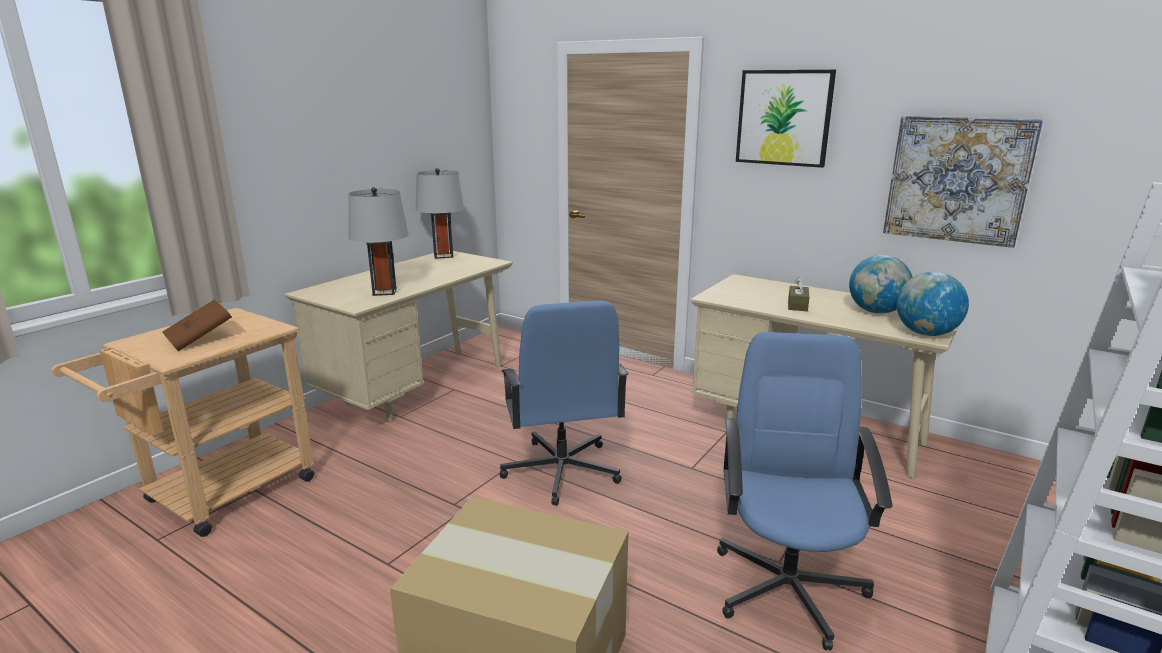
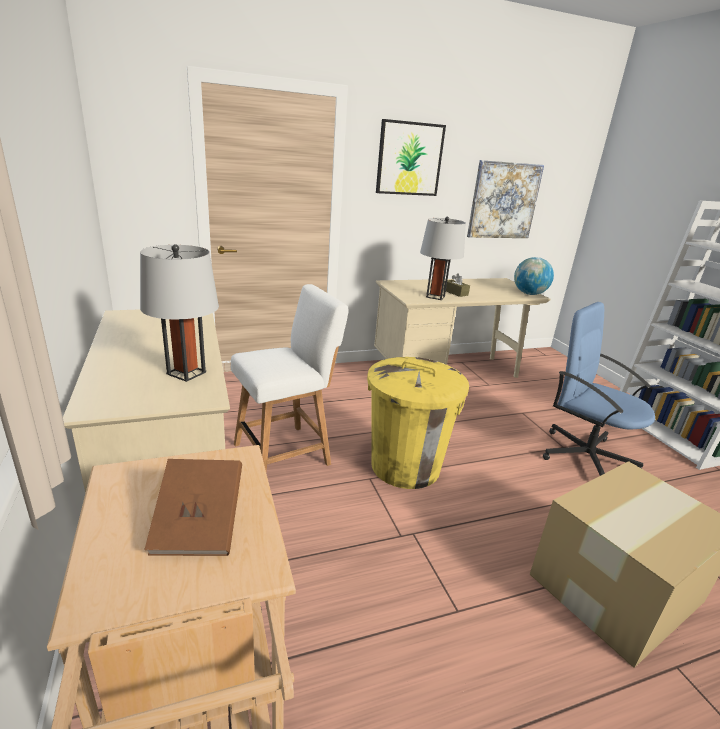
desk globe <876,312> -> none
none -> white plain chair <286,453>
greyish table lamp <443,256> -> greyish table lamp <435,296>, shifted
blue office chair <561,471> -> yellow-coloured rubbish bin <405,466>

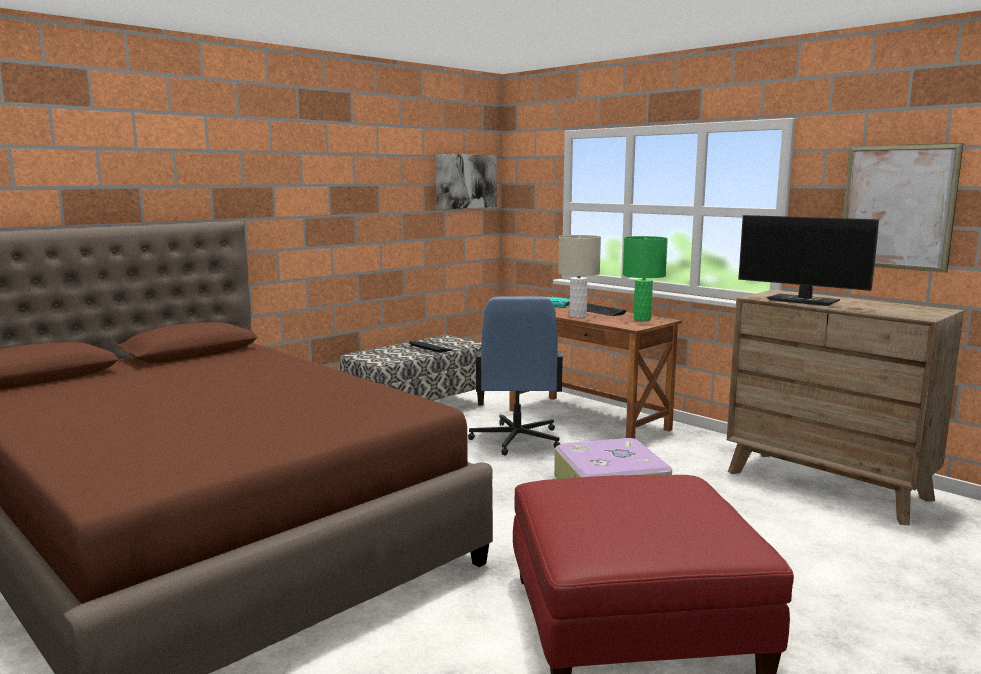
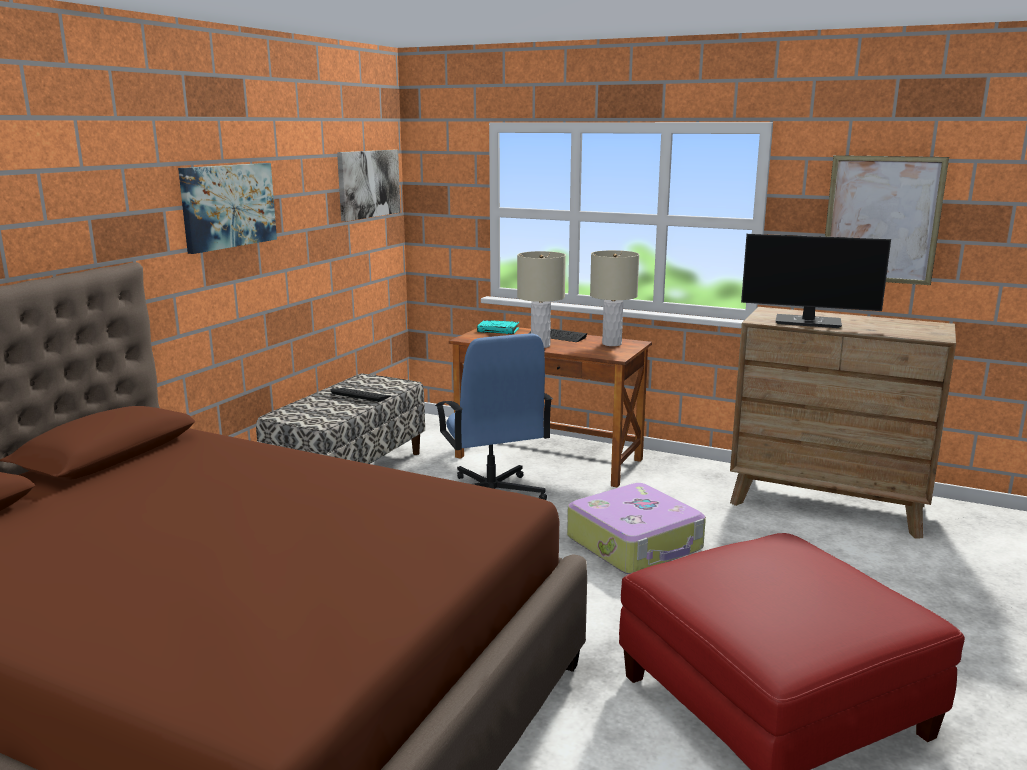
none -> wall art <228,206>
green-coloured table lamp <641,319> -> beige table lamp <611,344>

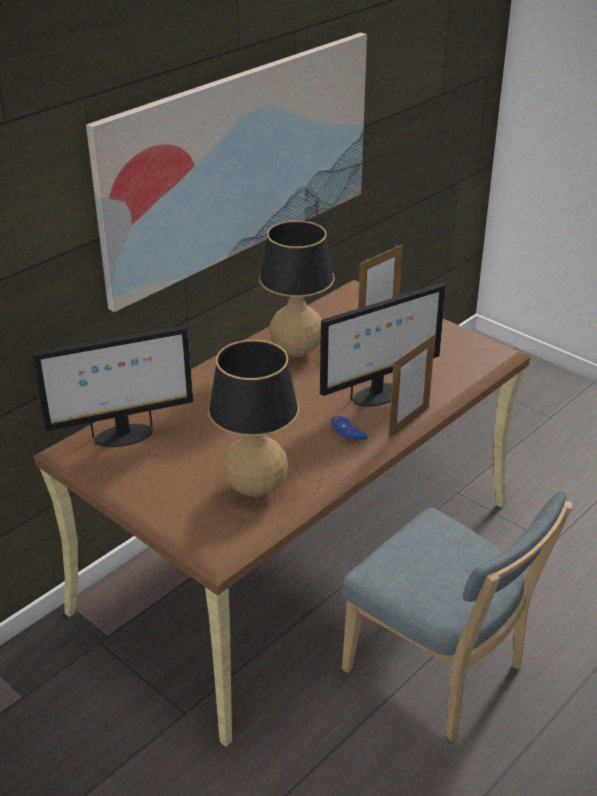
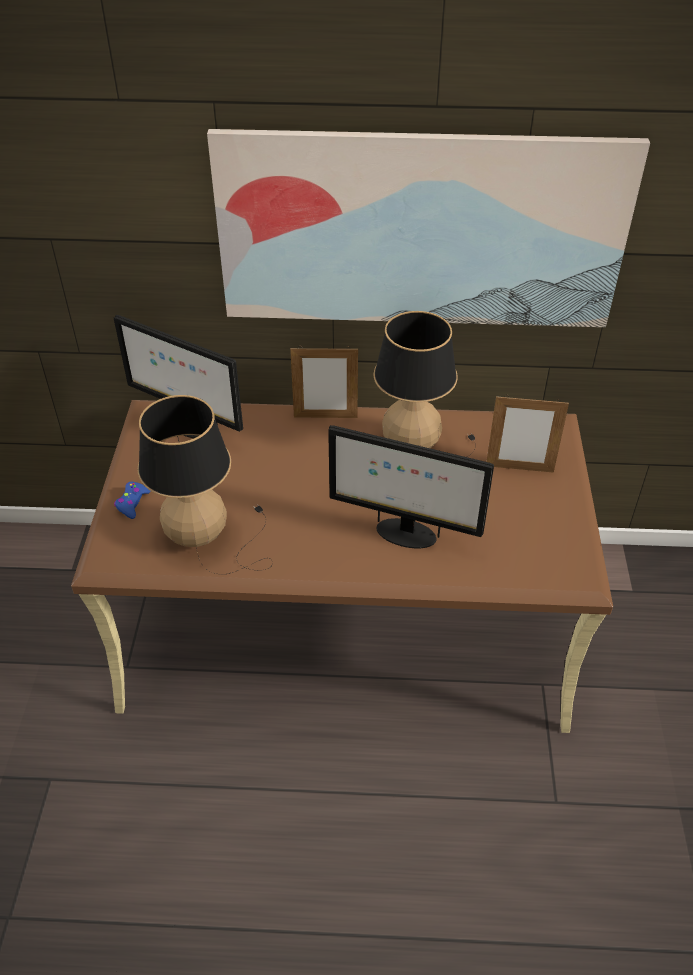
blue plain chair <440,673> -> none
blue joypad <347,432> -> blue joypad <132,503>, shifted
picture frame <409,422> -> picture frame <325,417>, shifted

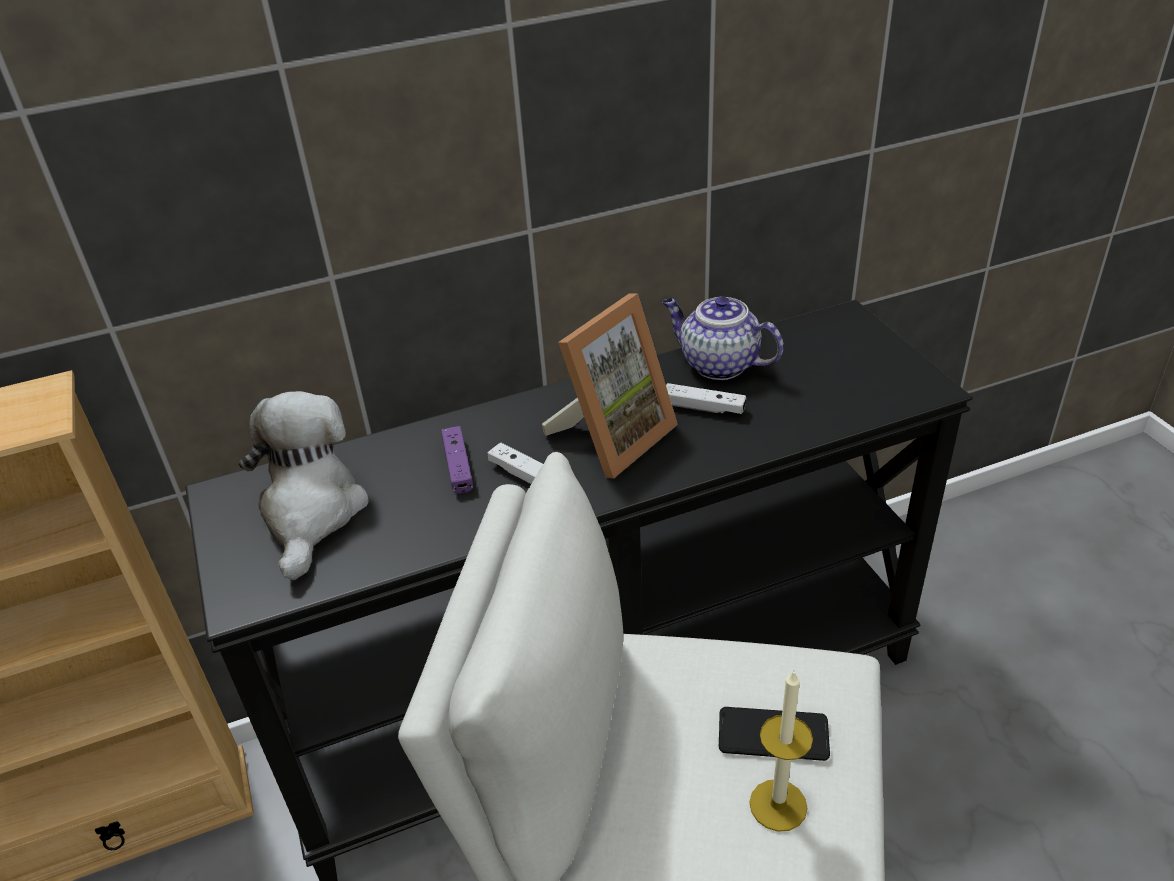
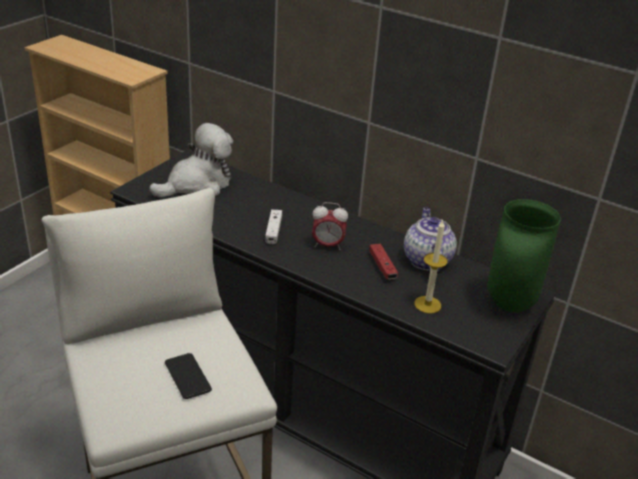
purple-coloured joypad <458,466> -> none
none -> green-coloured decorative vase <508,303>
candle <778,805> -> candle <427,304>, shifted
picture frame <612,437> -> table clock <327,245>
white joypad <703,408> -> red-coloured joypad <382,267>

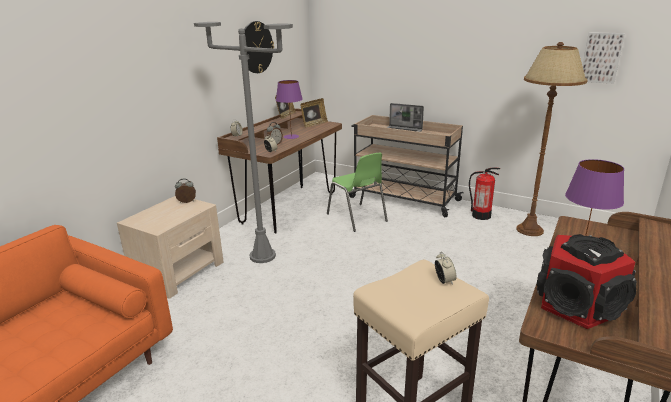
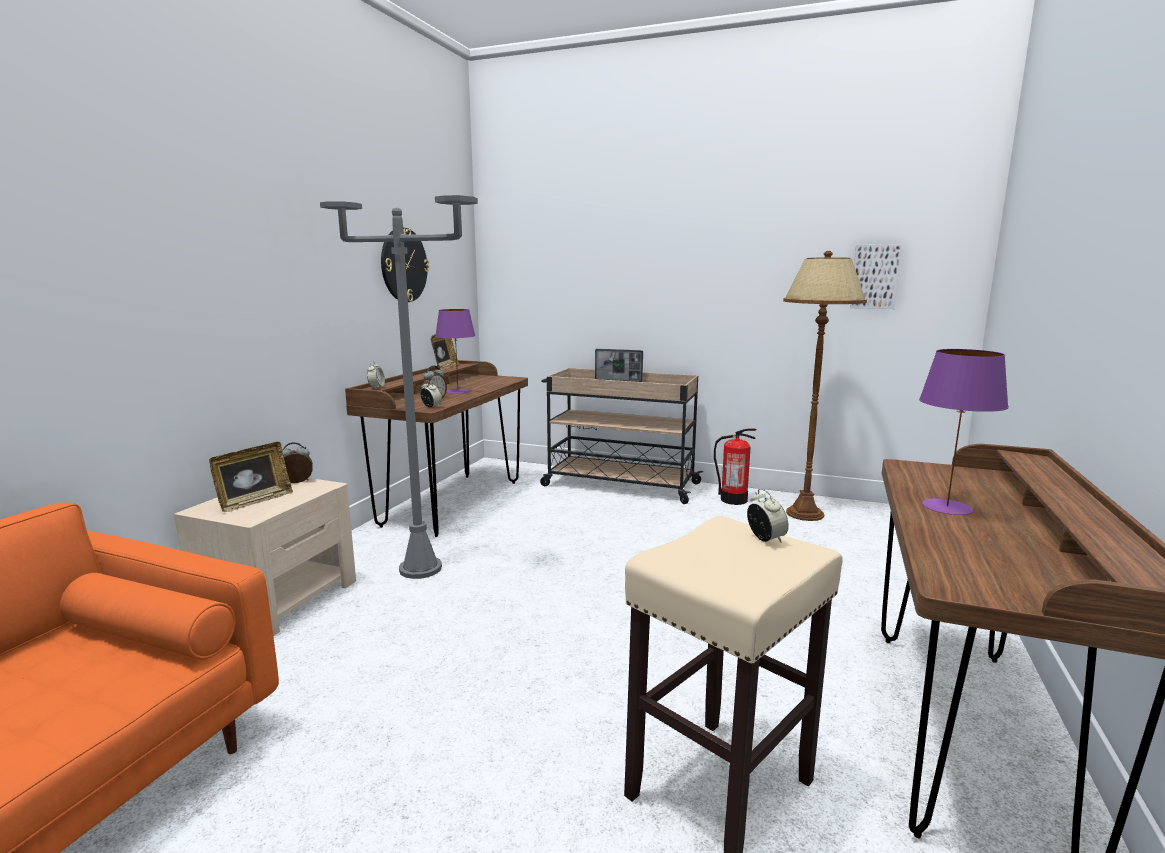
green-coloured plain chair <357,218> -> none
audio speaker <576,305> -> none
picture frame <314,124> -> picture frame <254,501>, shifted

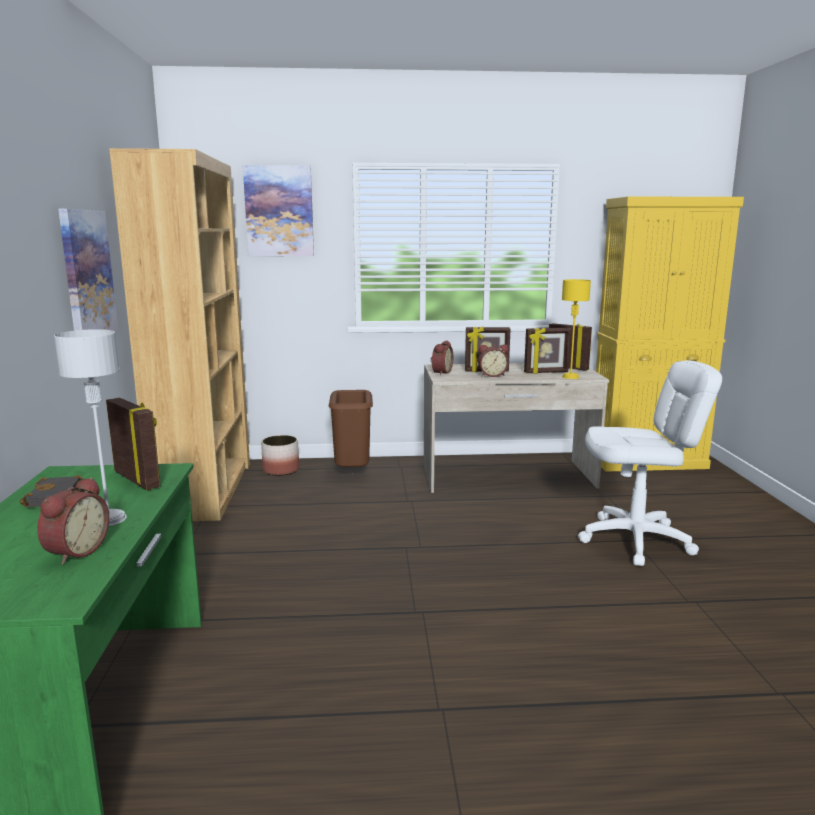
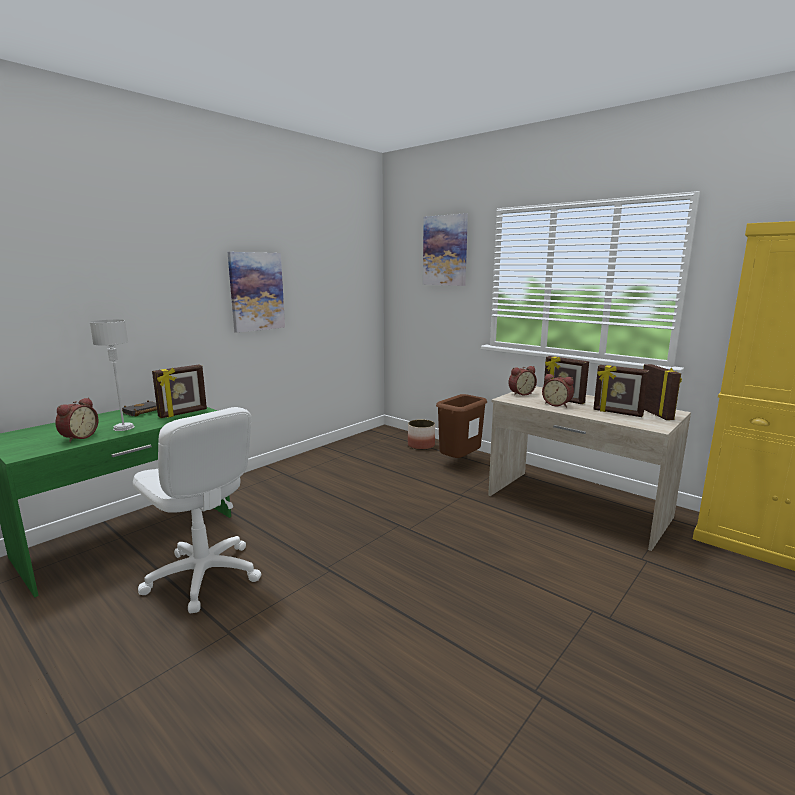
brown shelving unit <205,490> -> none
yellow-coloured table lamp <570,377> -> none
white office chair <636,540> -> white office chair <203,576>, shifted
table clock <75,552> -> table clock <78,437>, 45 degrees counterclockwise
picture frame <138,479> -> picture frame <183,413>, 45 degrees clockwise

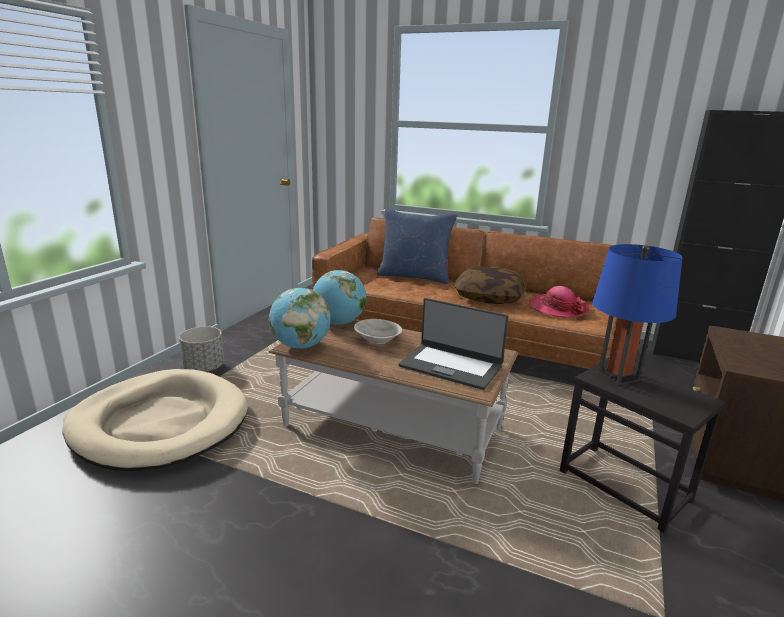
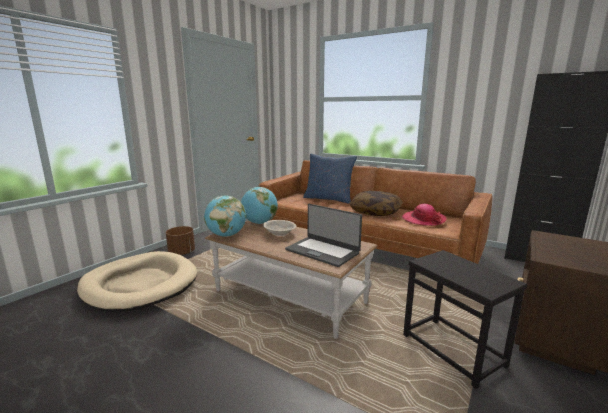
blue table lamp <618,376> -> none
greyish planter <204,368> -> brown planter <182,253>

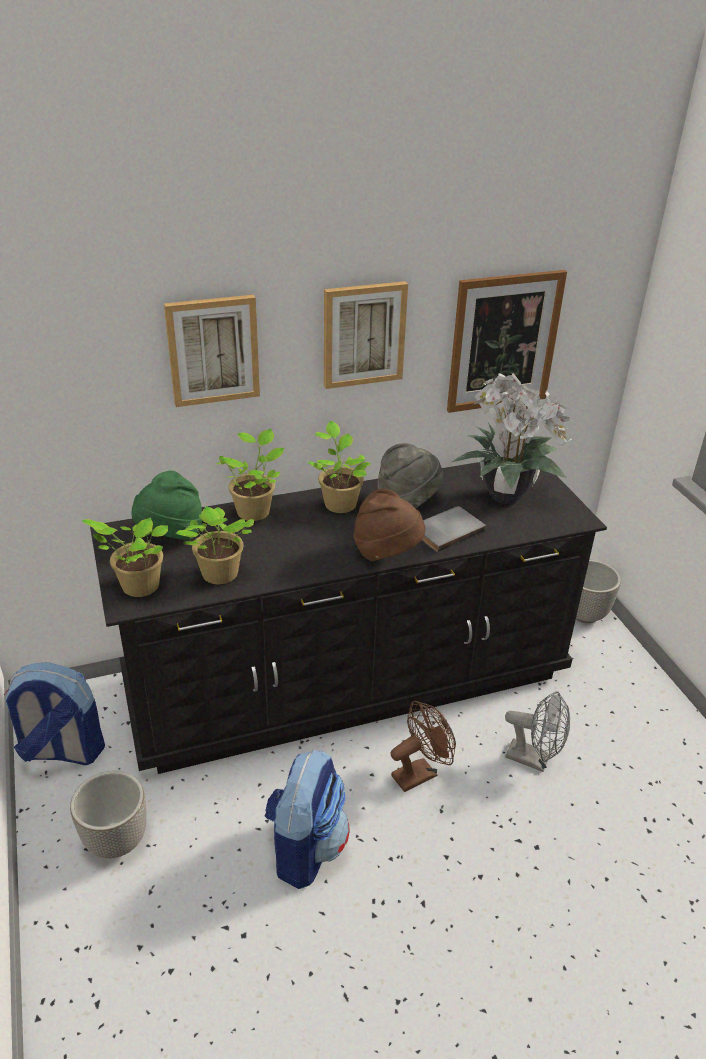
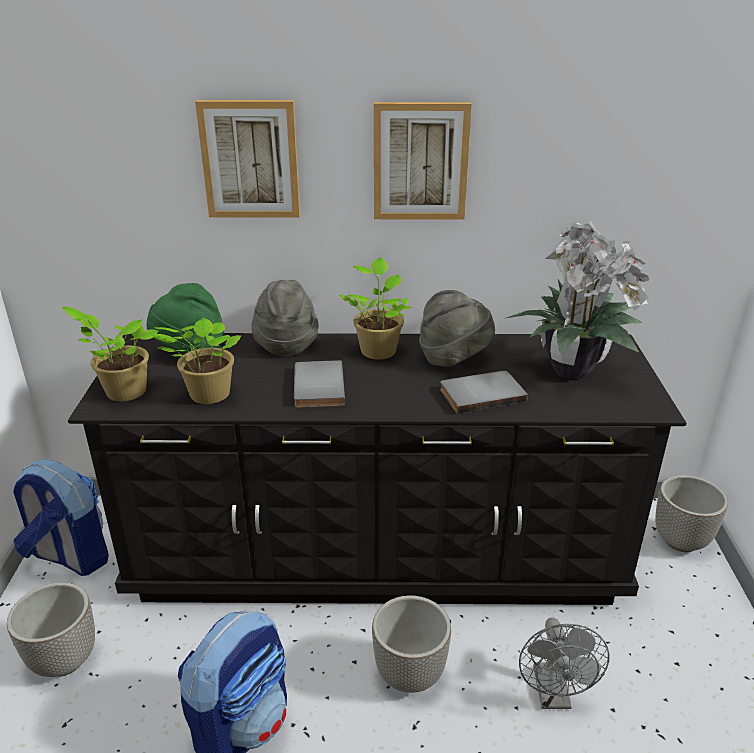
brown hat <387,552> -> none
wall art <504,342> -> none
none -> greyish book <316,387>
plant in a pot <254,511> -> greyish hat <286,343>
brown electric fan <419,773> -> planter <409,674>
greyish electric fan <534,759> -> greyish electric fan <554,696>, 45 degrees clockwise

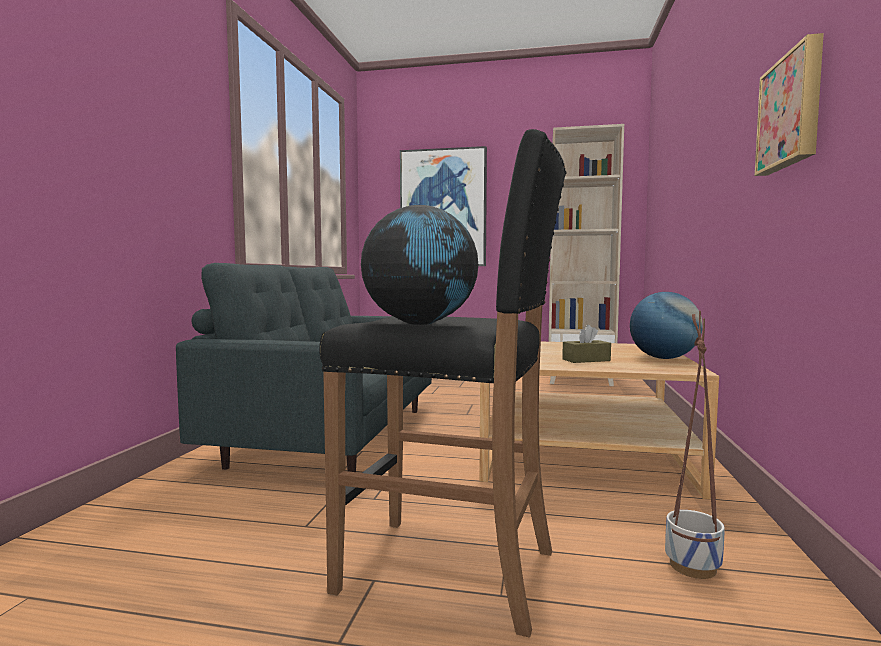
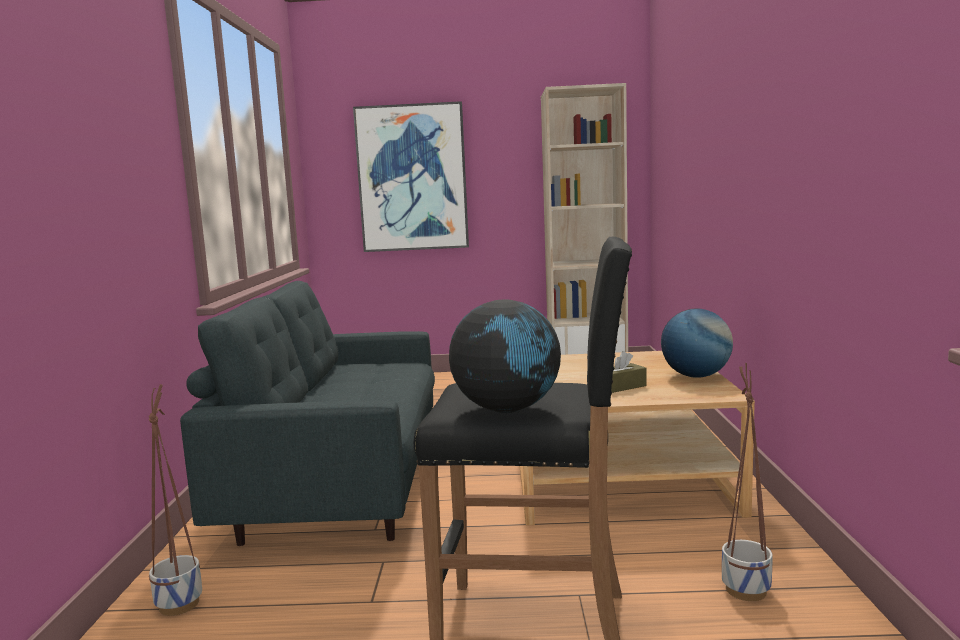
wall art <792,112> -> none
none -> planter <178,604>

